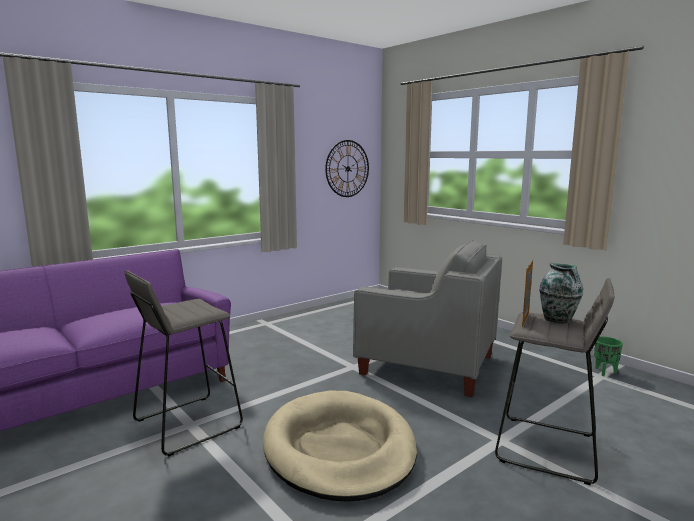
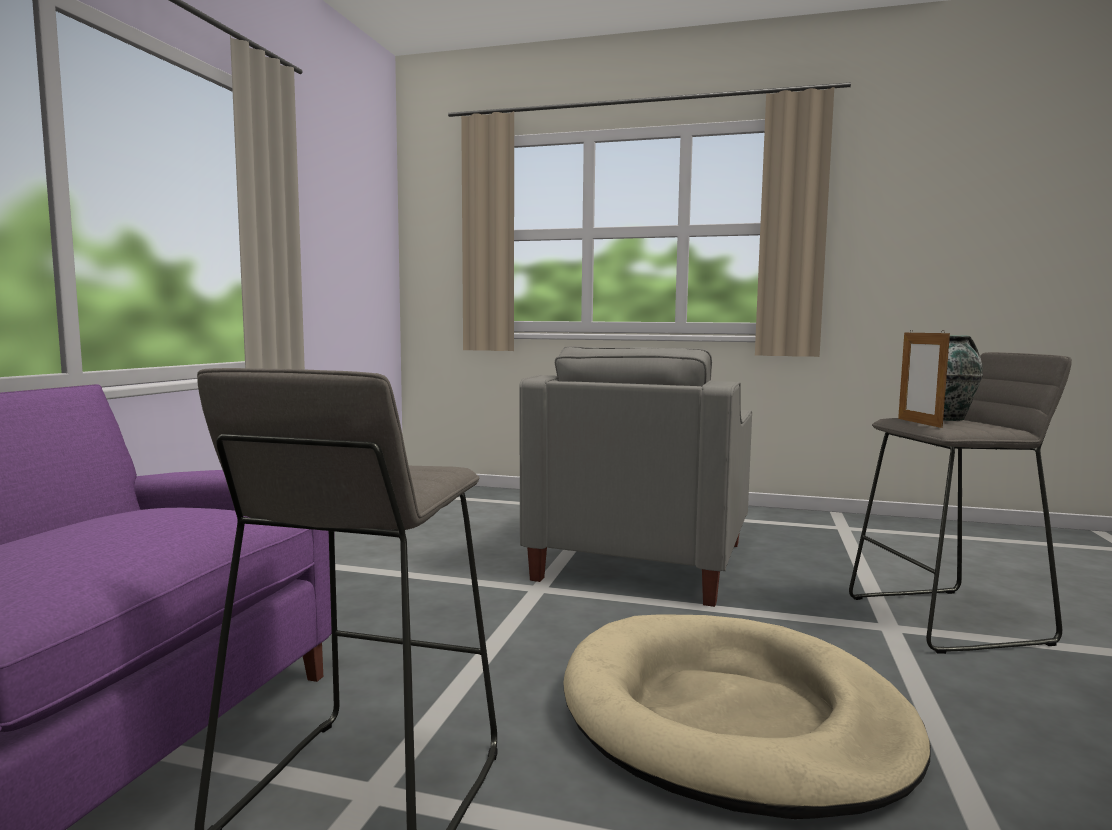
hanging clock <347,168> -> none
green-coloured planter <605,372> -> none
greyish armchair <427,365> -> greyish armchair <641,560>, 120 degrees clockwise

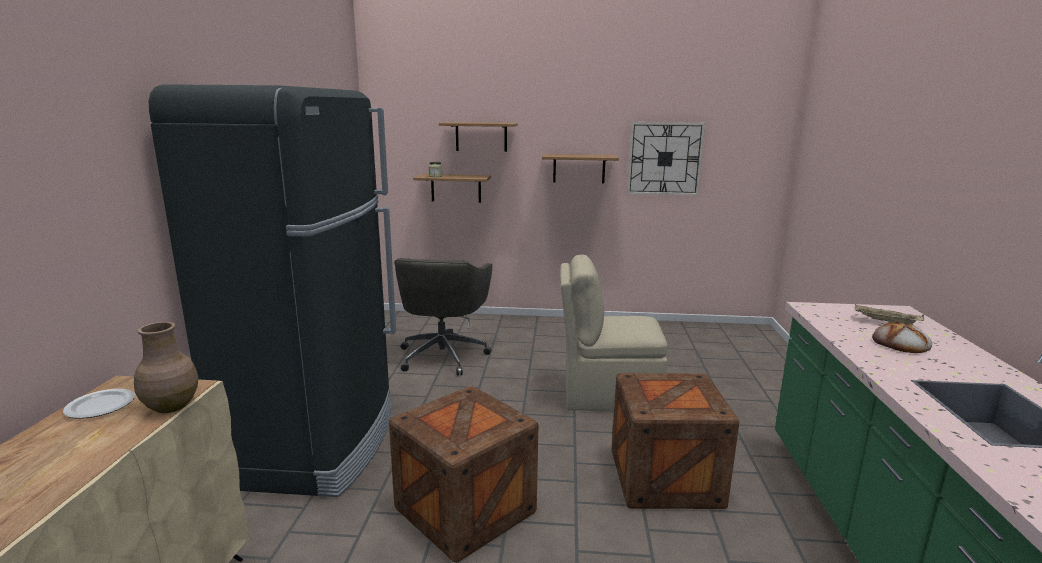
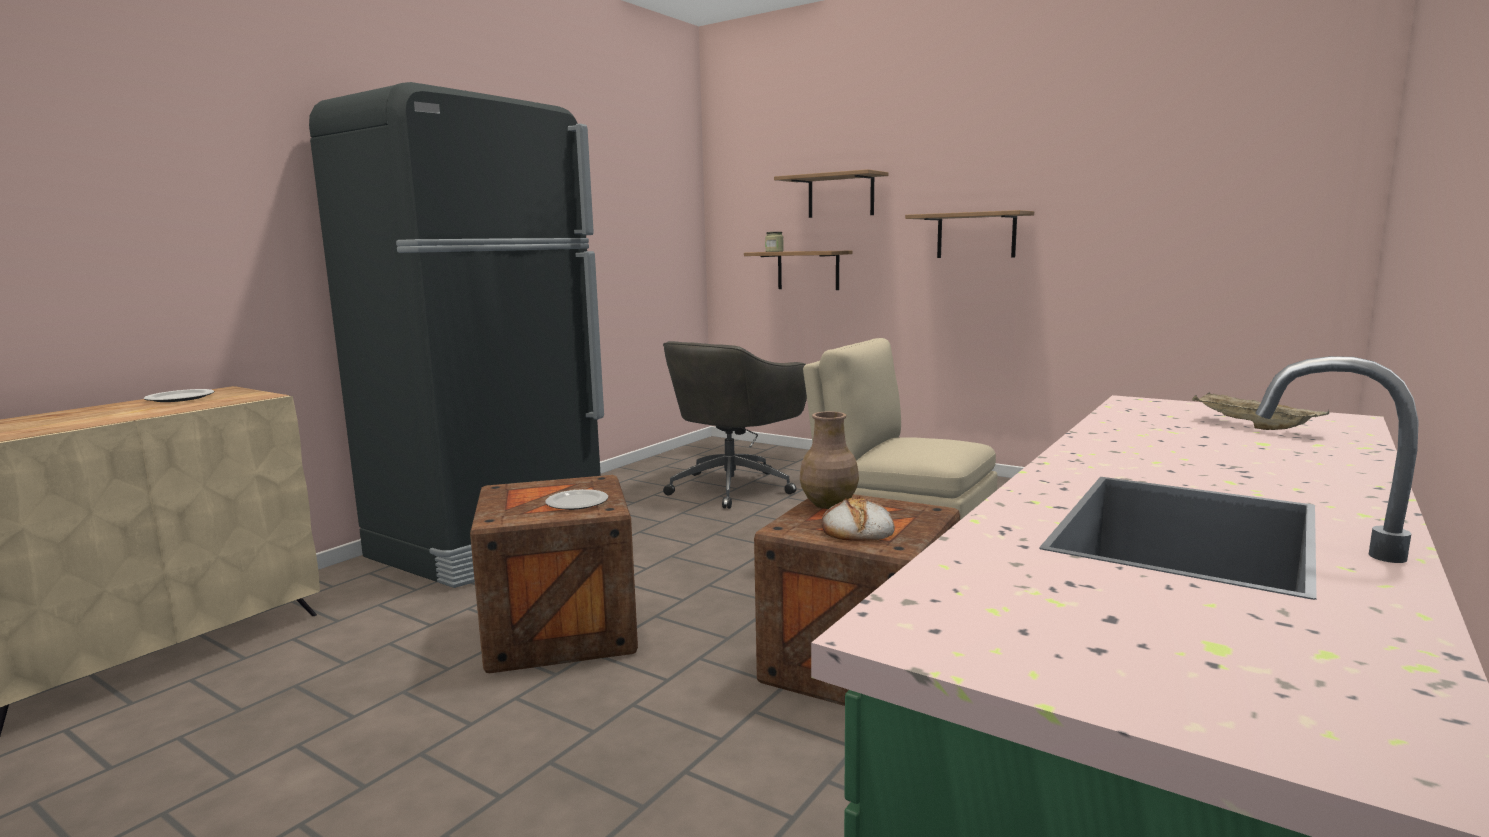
hanging clock <664,158> -> none
none -> dinner plate <577,502>
brown decorative vase <170,406> -> brown decorative vase <828,504>, shifted
baked bread <901,344> -> baked bread <856,530>, shifted

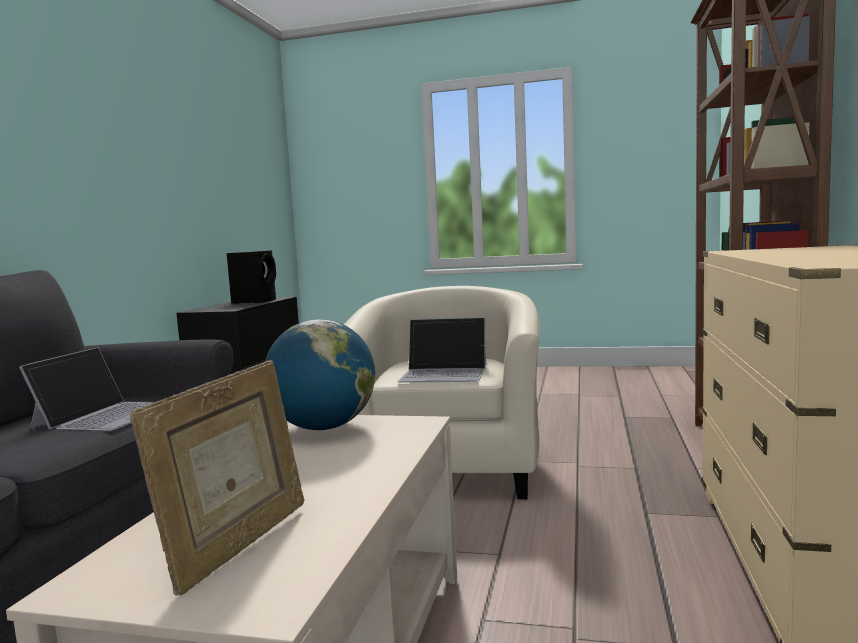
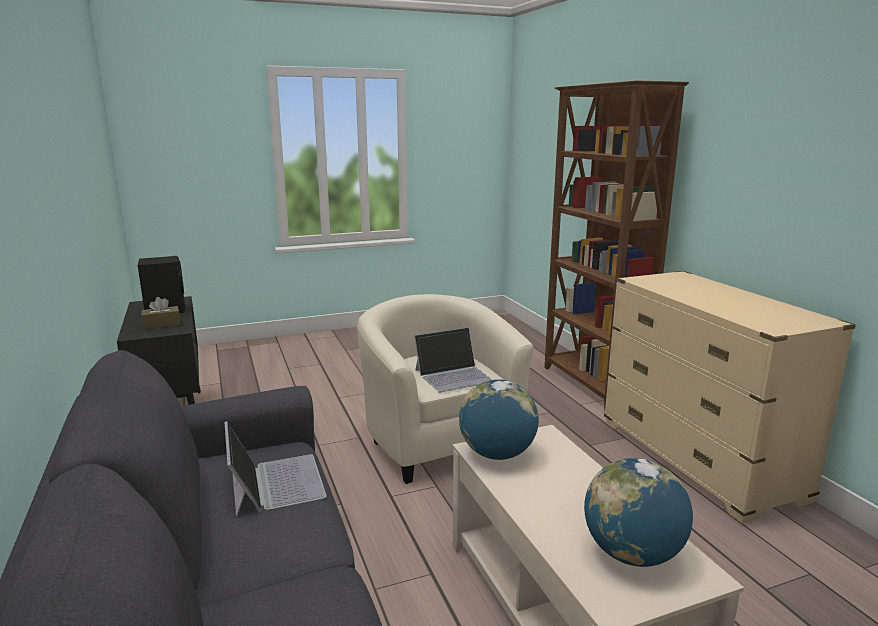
none -> brown box of tissues <162,324>
picture frame <238,546> -> desk globe <632,554>

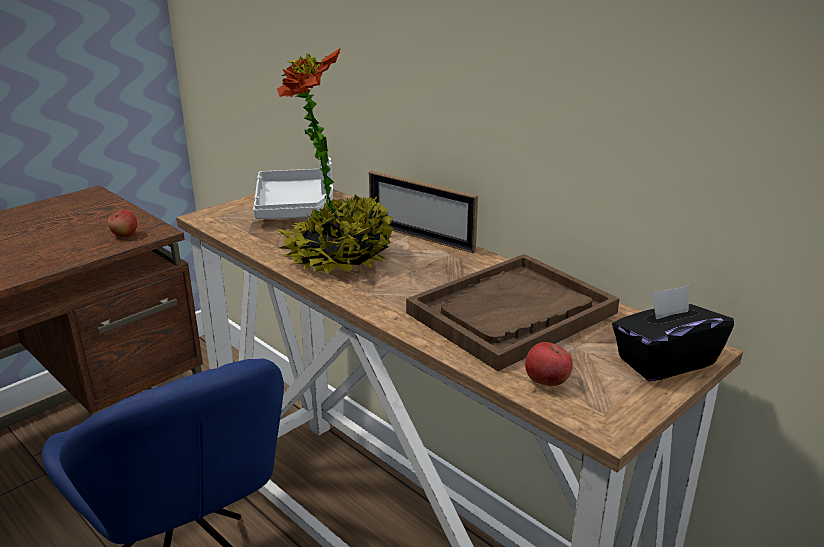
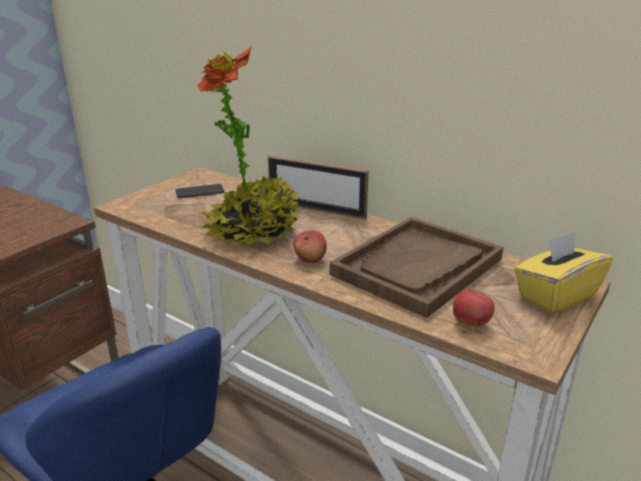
apple <124,235> -> apple <310,260>, shifted
greyish serving tray <296,207> -> phone <199,192>
blackish box of tissues <664,361> -> yellow-coloured box of tissues <556,295>

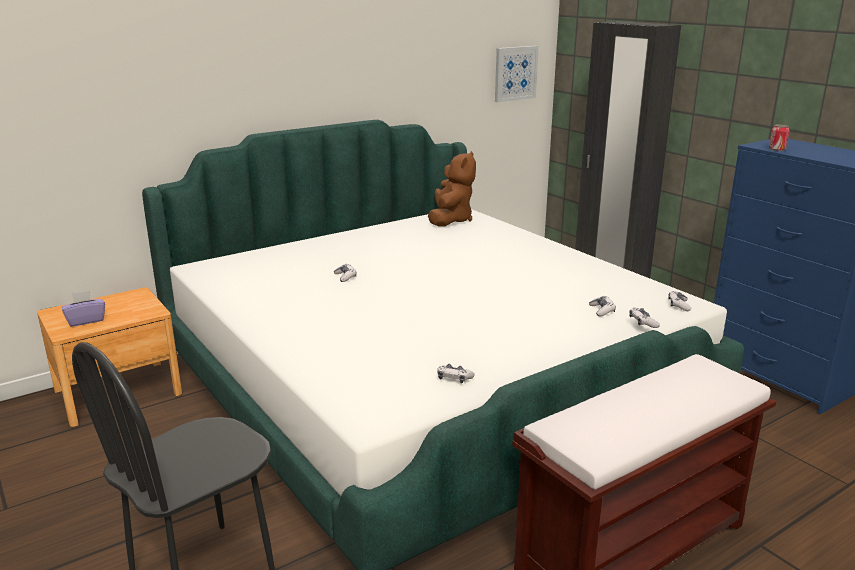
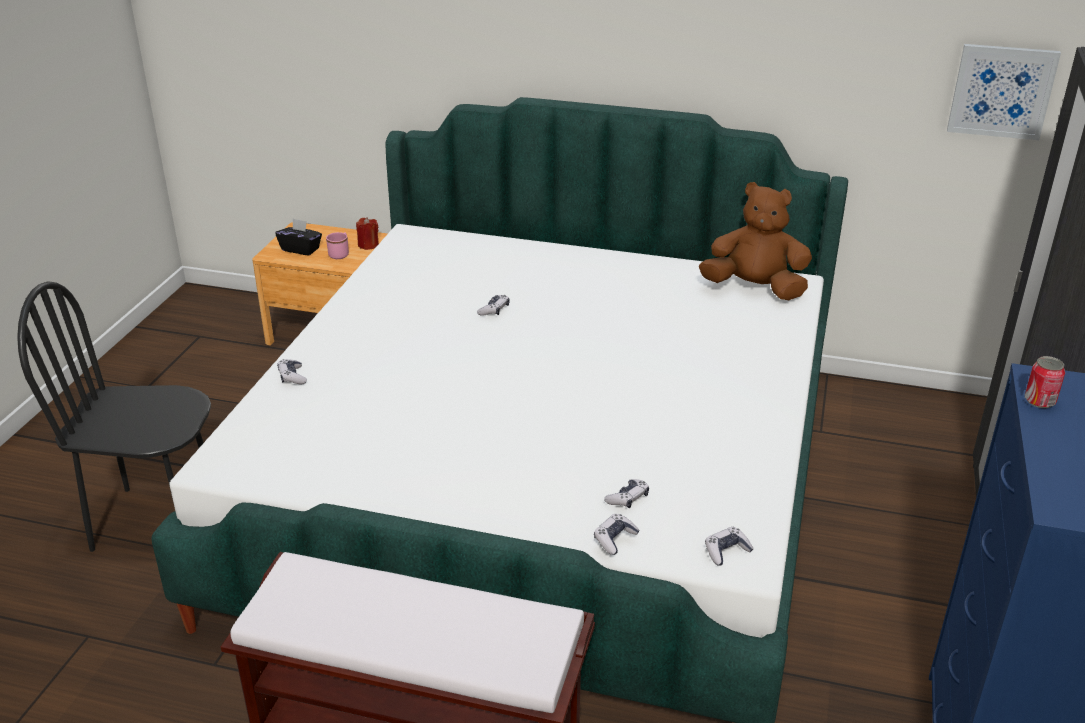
none -> pinkish coffee mug <340,254>
none -> red-coloured candle <368,245>
joypad <454,378> -> joypad <292,377>, shifted
purple-coloured box of tissues <86,320> -> blackish box of tissues <301,249>
brown soft toy <450,220> -> brown soft toy <754,289>, 135 degrees counterclockwise

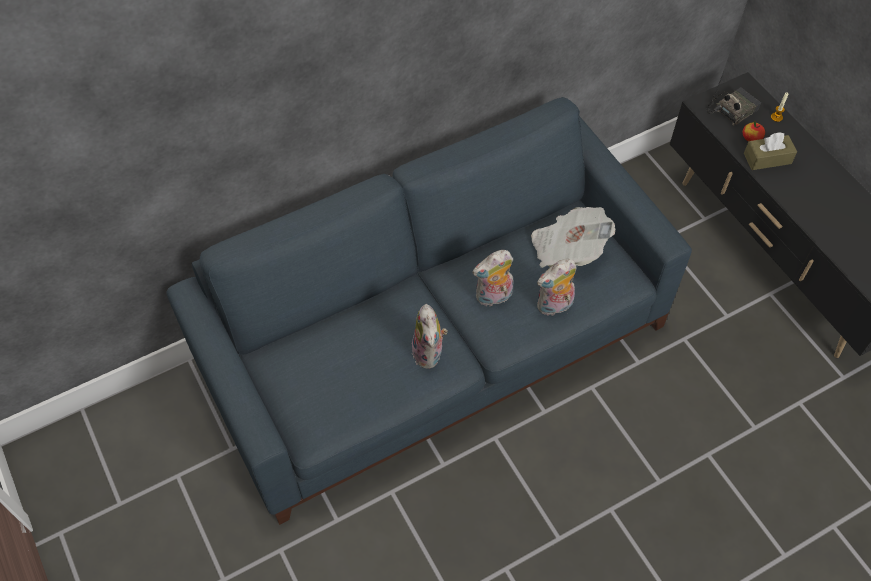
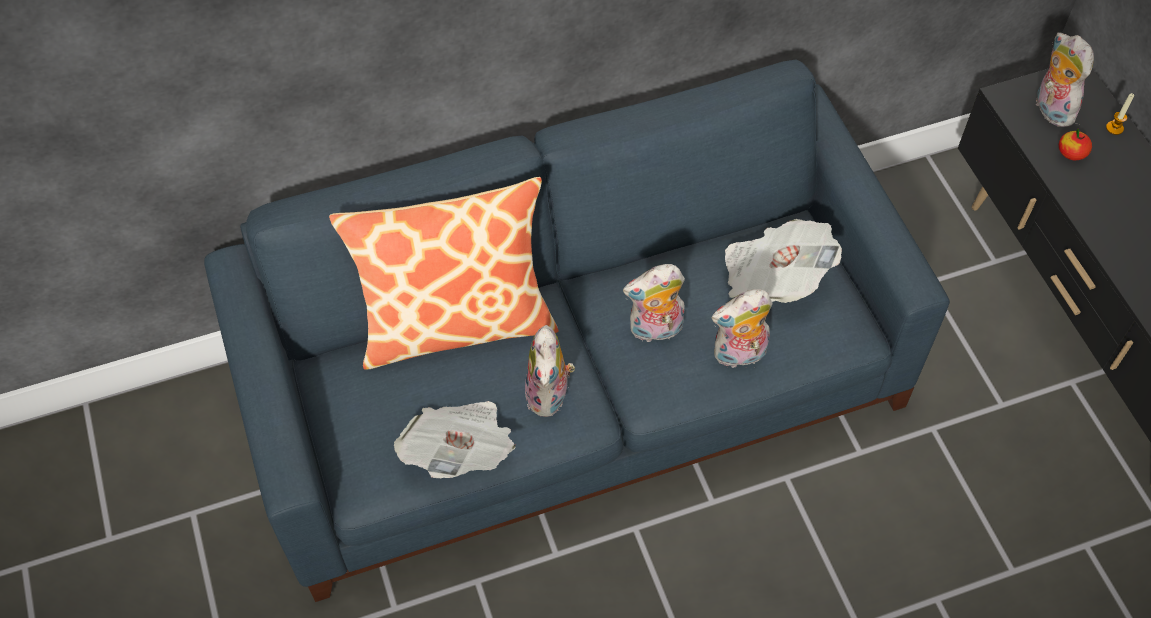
brown box of tissues <767,158> -> none
none -> cushion <456,323>
none -> newspaper <460,451>
radio receiver <731,109> -> soft toy <1050,109>

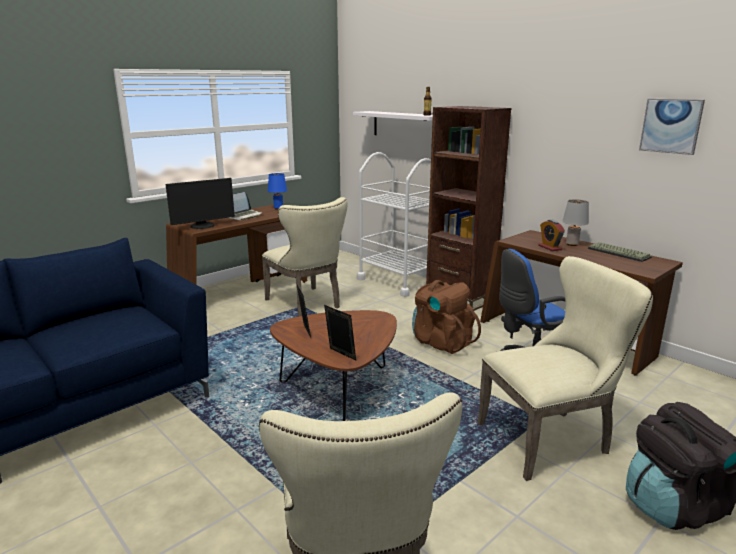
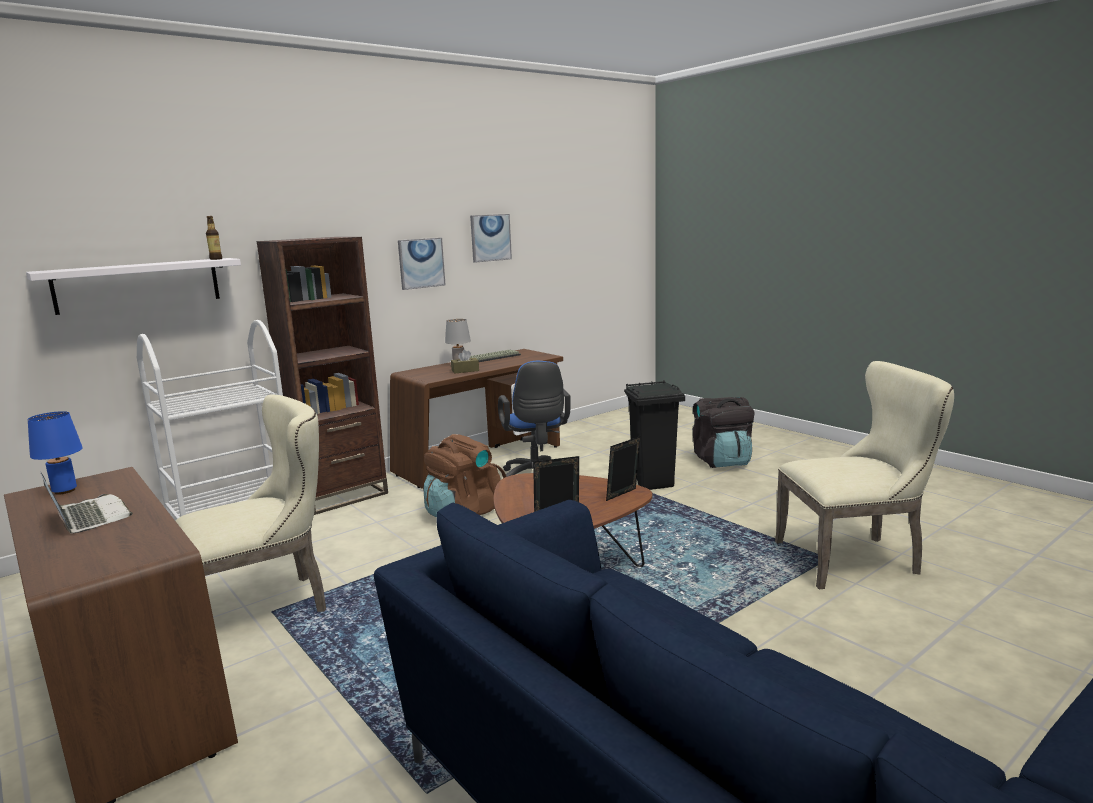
computer screen <203,226> -> none
none -> wall art <421,263>
beige plain chair <550,438> -> blackish rubbish bin <654,483>
table clock <550,247> -> brown box of tissues <465,371>

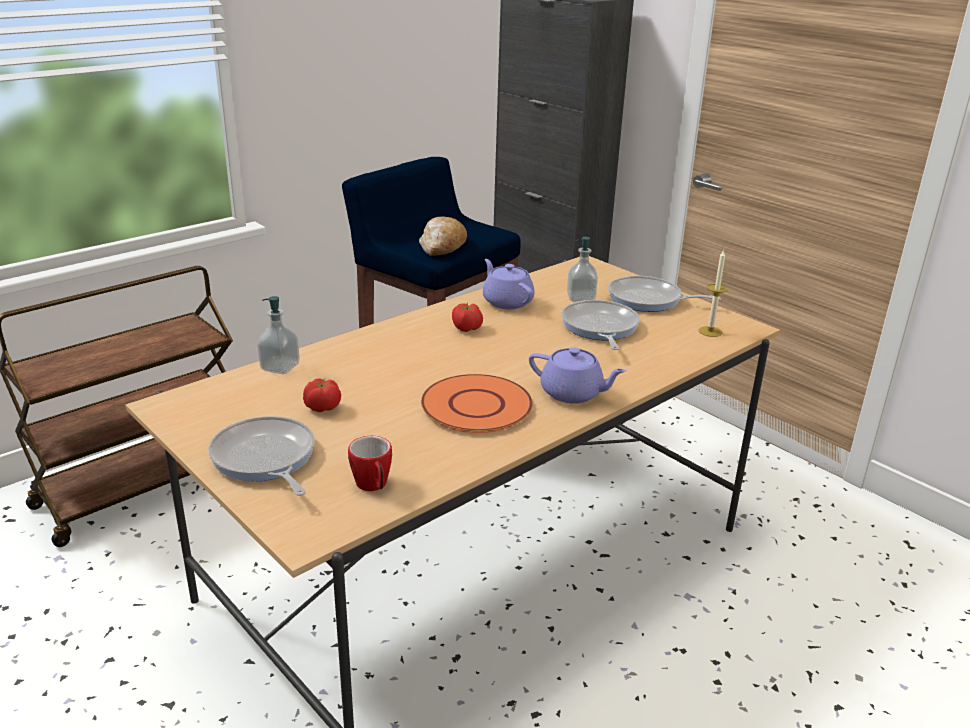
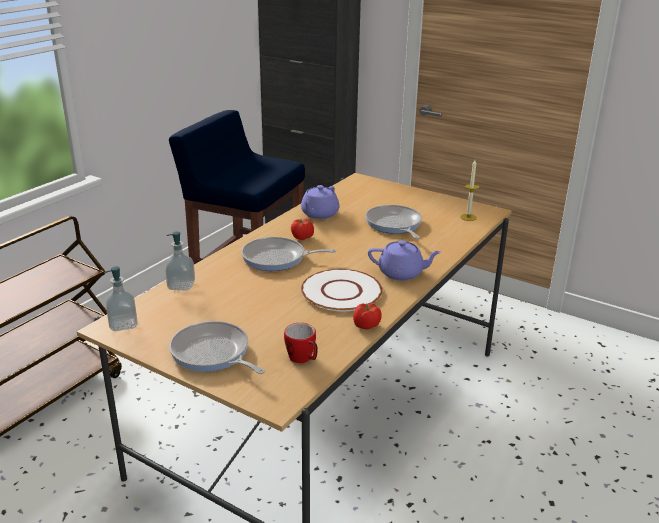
baked bread <442,246> -> none
fresh tomato <322,408> -> fresh tomato <366,325>, shifted
soap bottle <580,298> -> soap bottle <123,324>, shifted
pan <648,300> -> pan <277,258>, shifted
orange-coloured dinner plate <475,405> -> white dinner plate <341,291>
purple-coloured pot for tea <507,301> -> purple-coloured pot for tea <319,214>, 105 degrees counterclockwise

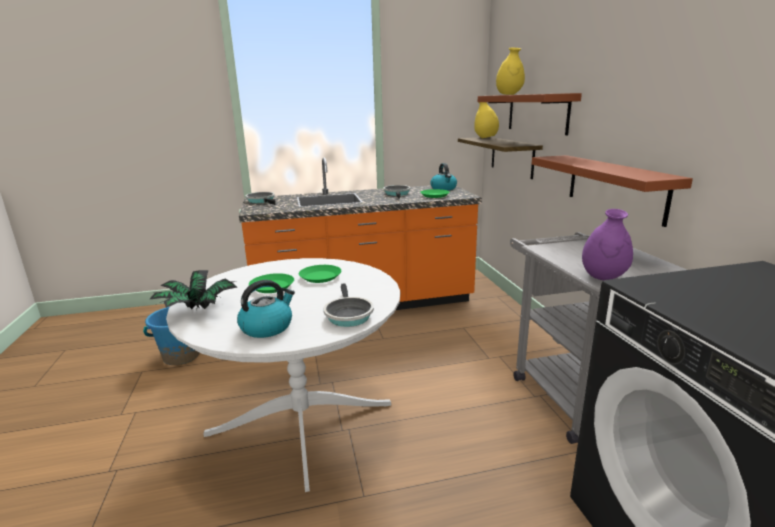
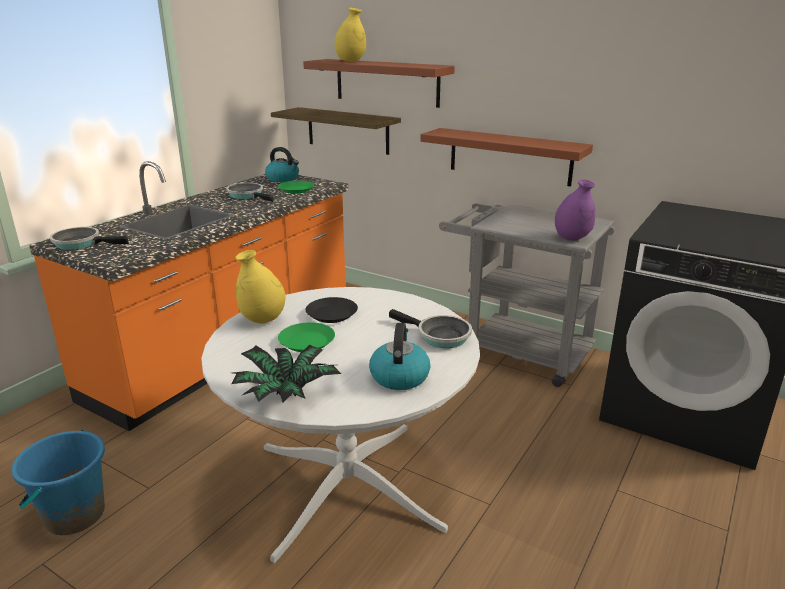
yellow-coloured decorative vase <486,138> -> yellow-coloured decorative vase <263,320>, shifted
green-coloured dinner plate <320,277> -> blackish dinner plate <332,314>

